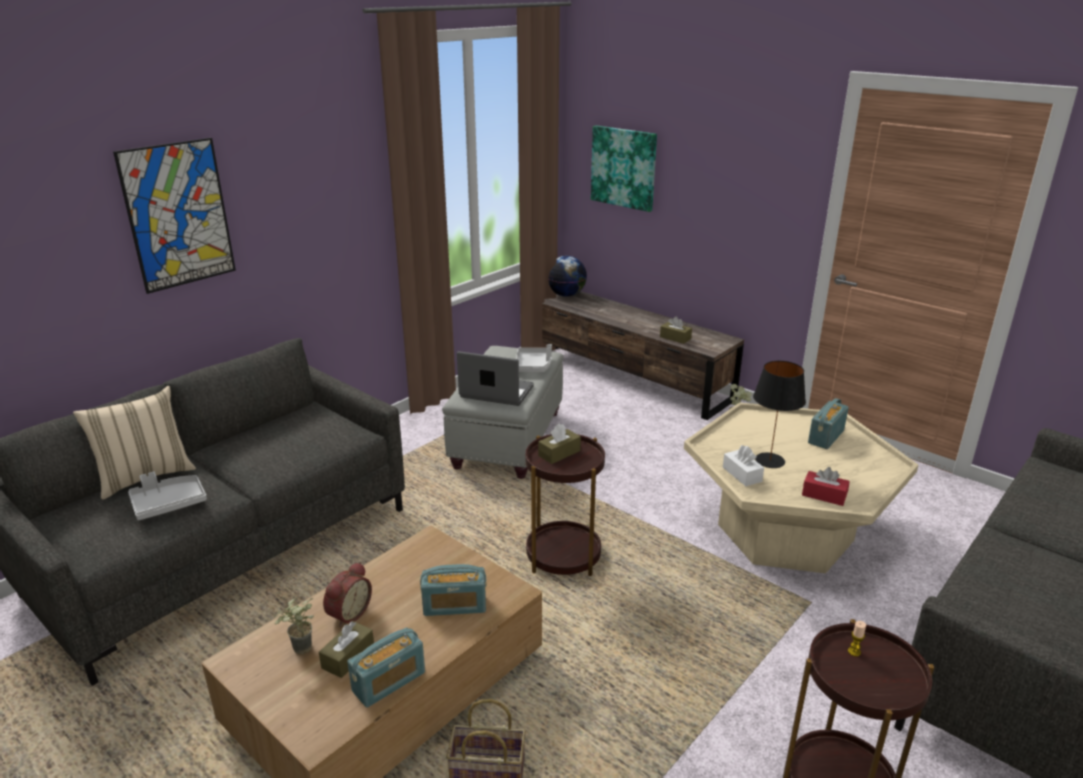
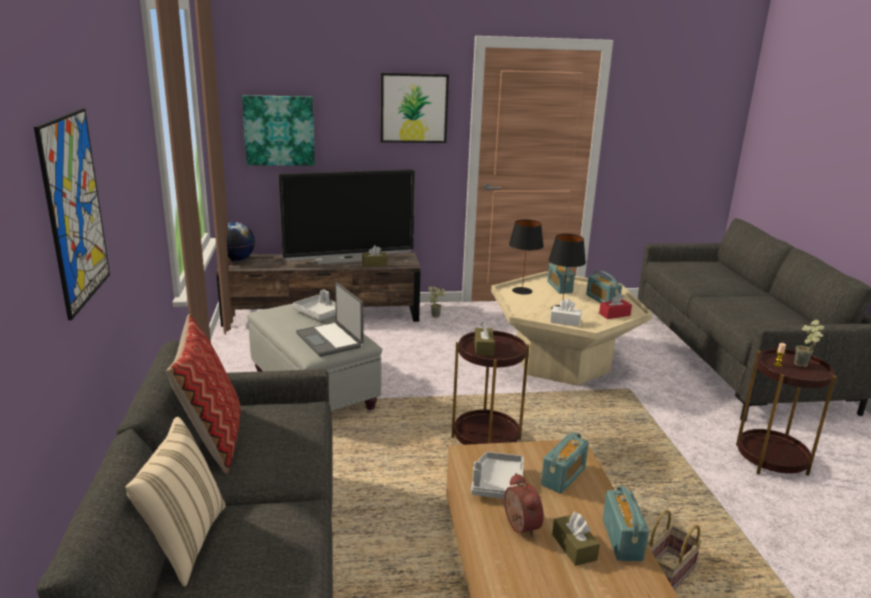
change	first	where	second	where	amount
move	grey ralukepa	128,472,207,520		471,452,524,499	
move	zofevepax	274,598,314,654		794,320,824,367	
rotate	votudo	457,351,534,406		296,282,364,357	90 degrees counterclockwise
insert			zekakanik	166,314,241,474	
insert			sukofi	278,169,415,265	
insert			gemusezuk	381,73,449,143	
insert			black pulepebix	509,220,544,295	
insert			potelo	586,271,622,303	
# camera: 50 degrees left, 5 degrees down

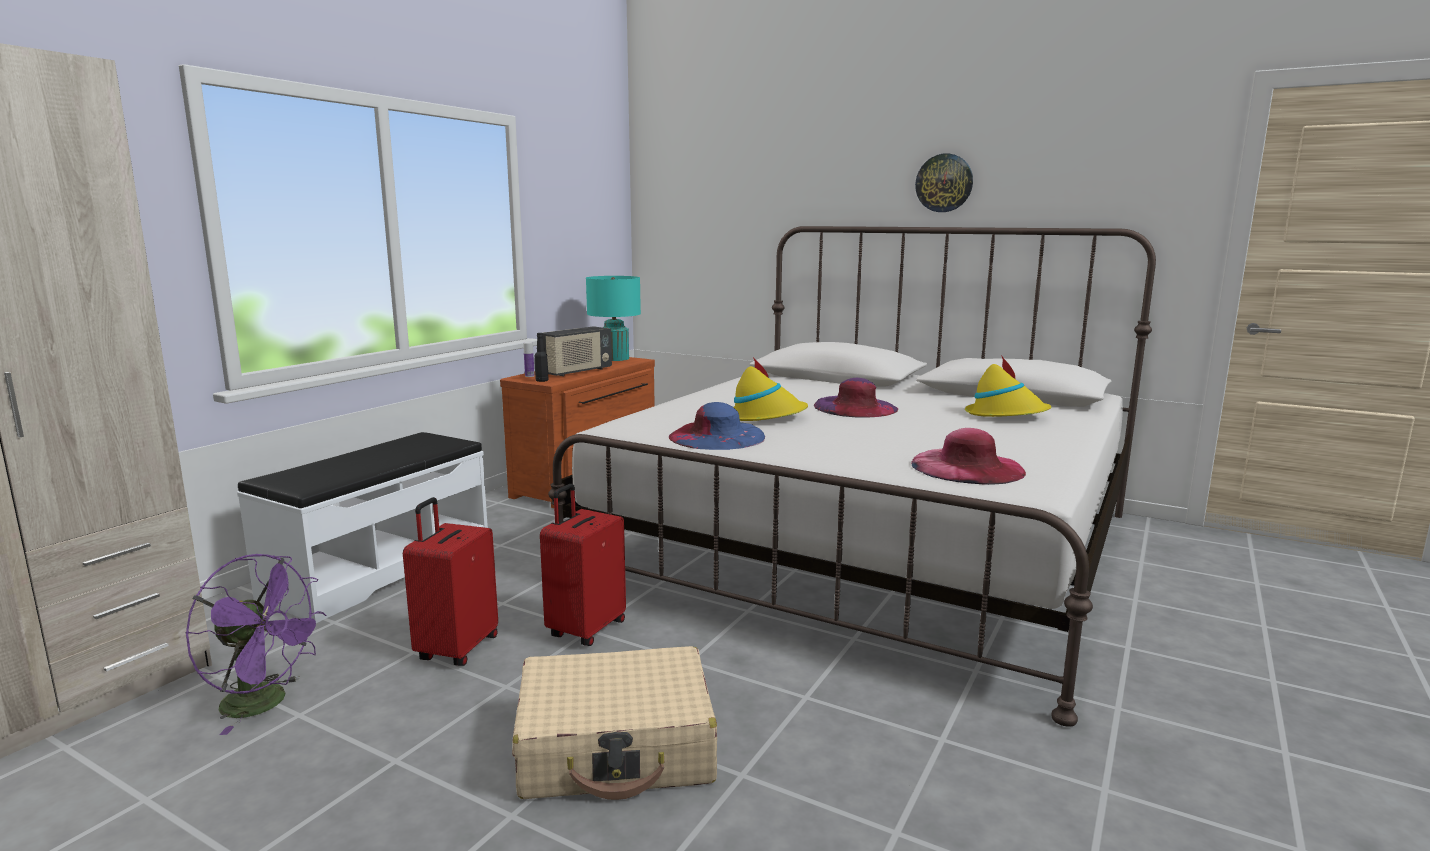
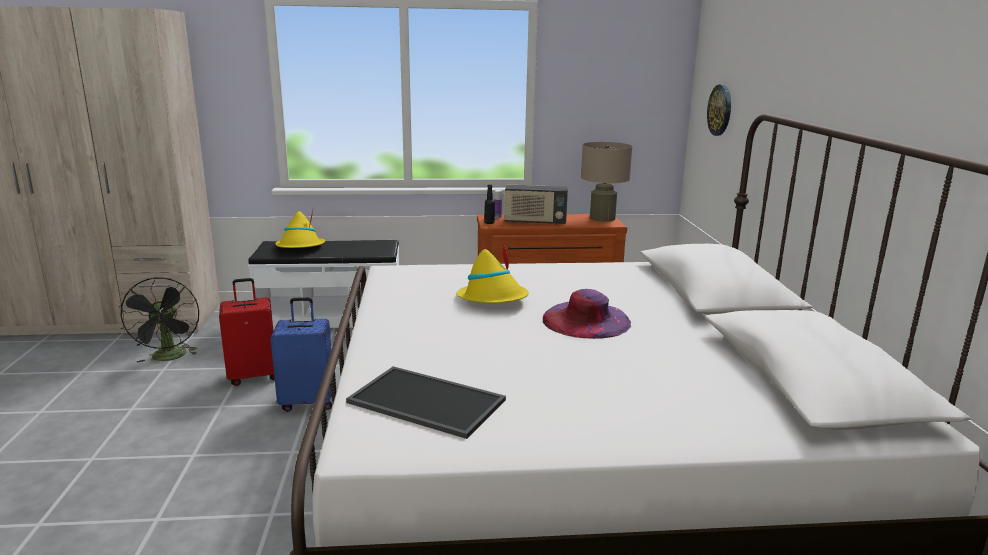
change	first	where	second	where	amount
recolor	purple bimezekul	186,554,327,735	black bimezekul	119,277,199,363	
delete	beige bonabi	512,646,717,800			
recolor	red bonabi	540,484,626,646	blue bonabi	271,297,332,412	
recolor	turquoise pulepebix	586,276,641,361	beige pulepebix	581,142,633,222	
delete	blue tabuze	669,402,765,450			
replace	pink tabuze	911,428,1026,485	ralukepa	346,366,506,439	
move	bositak	915,153,973,212		707,85,731,136	
move	yellow tabuze	965,355,1052,417		275,210,325,248	
# camera: 55 degrees right, 5 degrees up

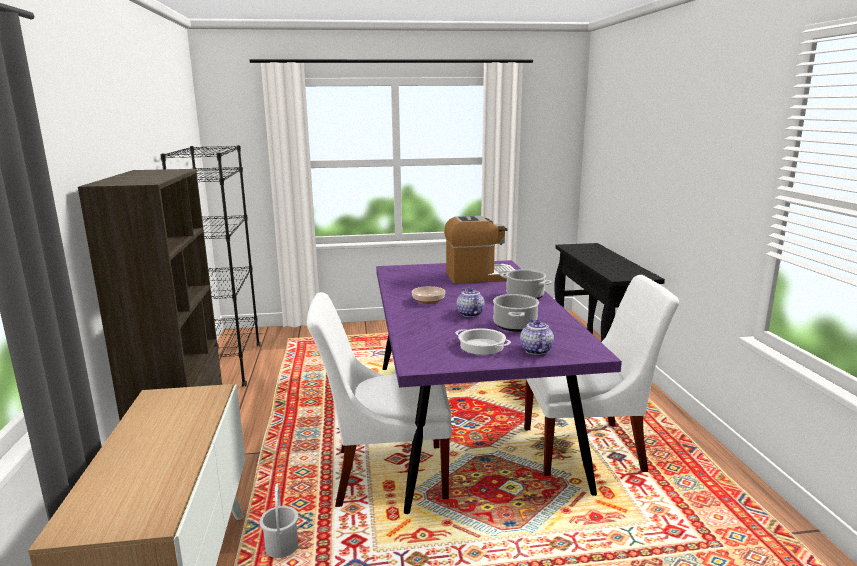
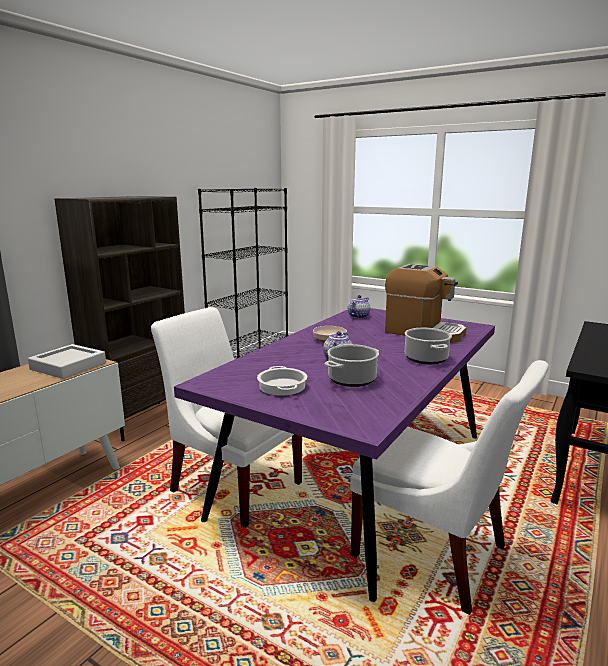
change	first	where	second	where	amount
delete	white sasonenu	260,483,299,558			
move	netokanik	520,319,554,355		348,295,370,319	
insert			grey ralukepa	28,344,106,379	
# camera: 40 degrees right, 0 degrees up

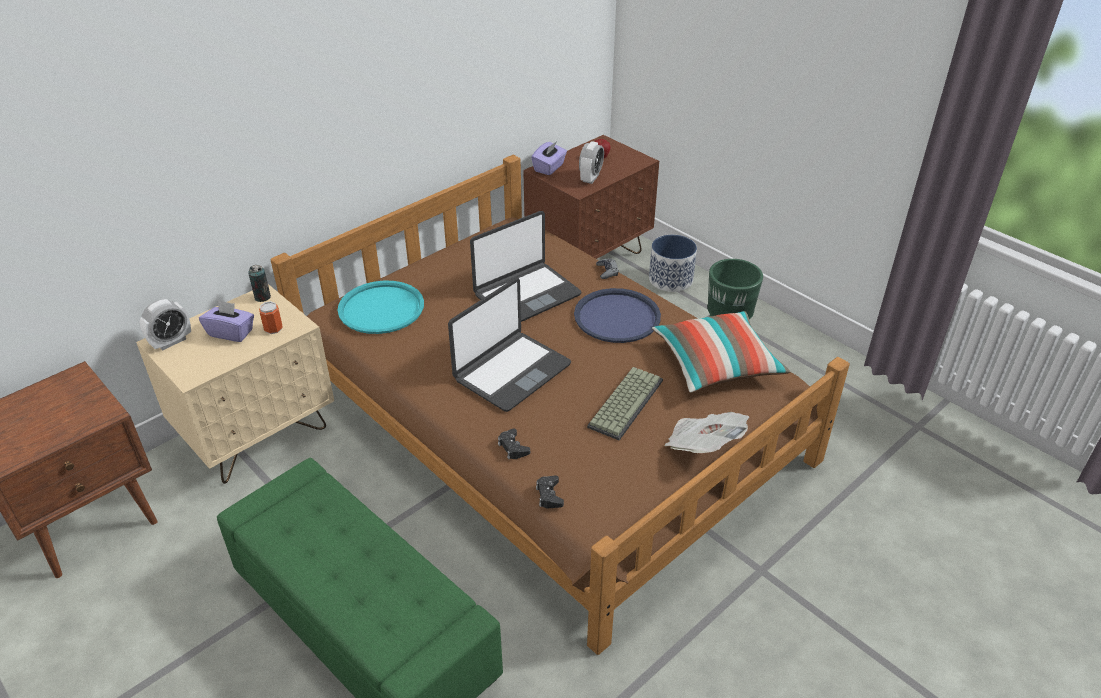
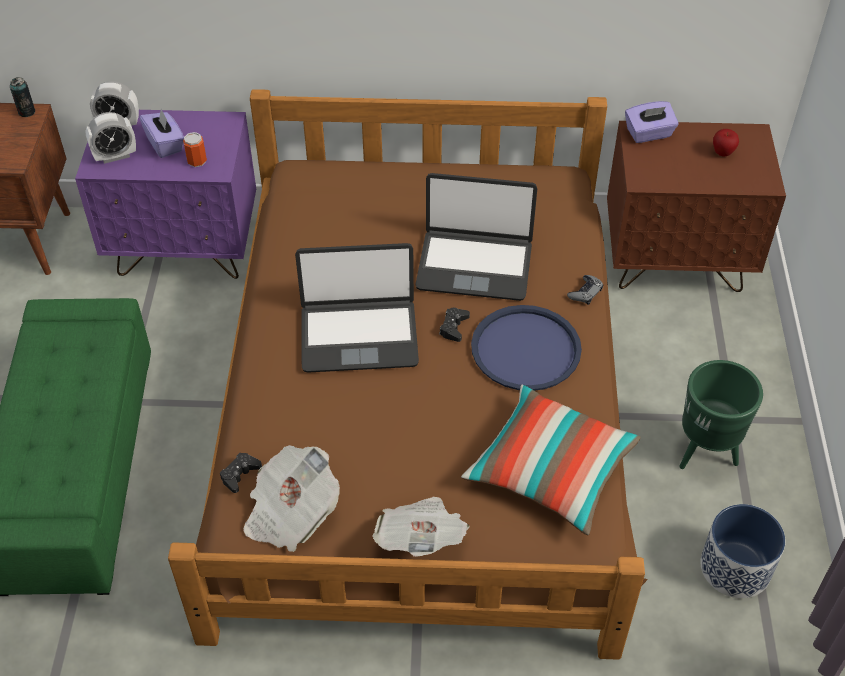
change	first	where	second	where	amount
recolor	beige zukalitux	136,284,334,484	purple zukalitux	75,110,256,279	
move	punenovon	248,265,271,302		10,77,35,117	
delete	turquoise ralukepa	337,281,424,334			
move	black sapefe	498,428,530,459		439,308,470,342	
move	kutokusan	579,141,604,184		85,112,136,164	
delete	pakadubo	587,367,663,441			
move	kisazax	649,235,697,292		700,504,785,598	
insert			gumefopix	243,445,340,552	
# camera: 45 degrees right, 10 degrees up

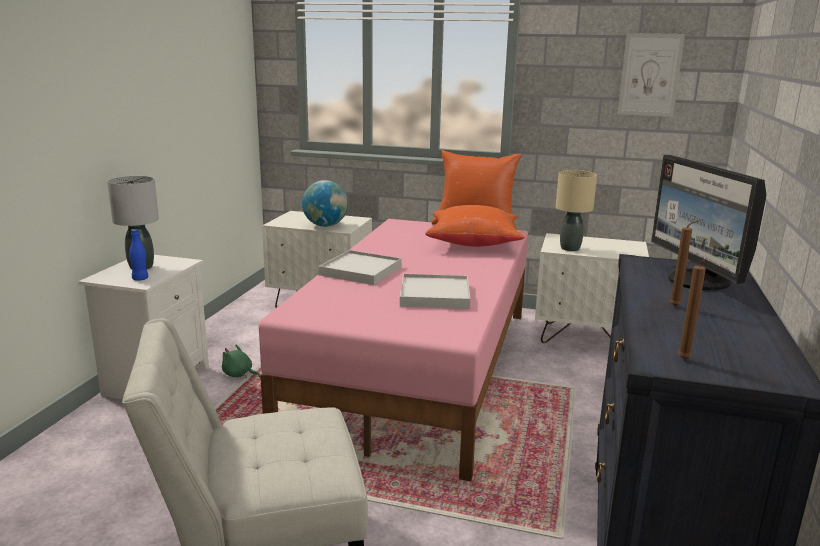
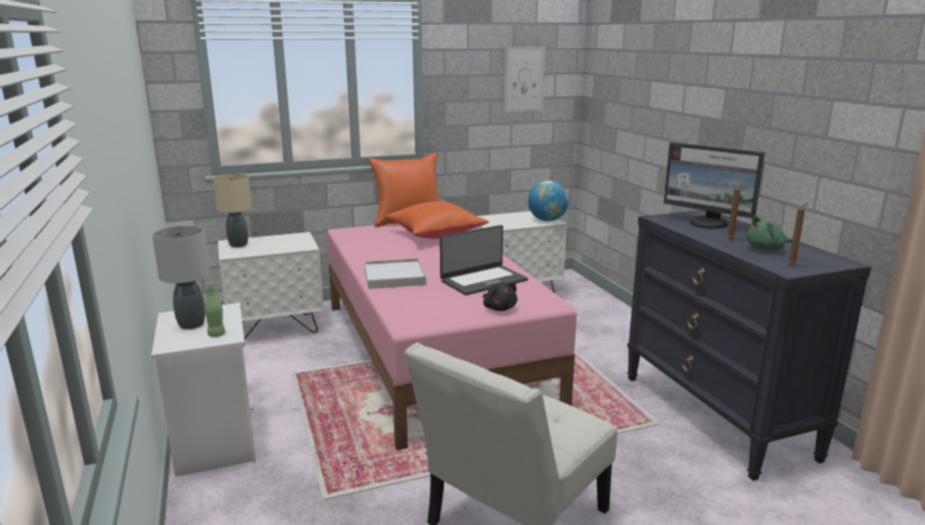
change	first	where	second	where	amount
recolor	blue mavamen	129,229,148,281	green mavamen	205,282,225,337	
move	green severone	222,345,260,378		746,216,792,251	
move	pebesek	302,180,348,227		528,181,569,221	
replace	white ralukepa	400,274,470,309	votudo	440,225,528,295	
move	beige pulepebix	556,170,597,251		213,174,252,247	
insert			black severone	483,282,518,311	
# camera: 35 degrees left, 0 degrees up

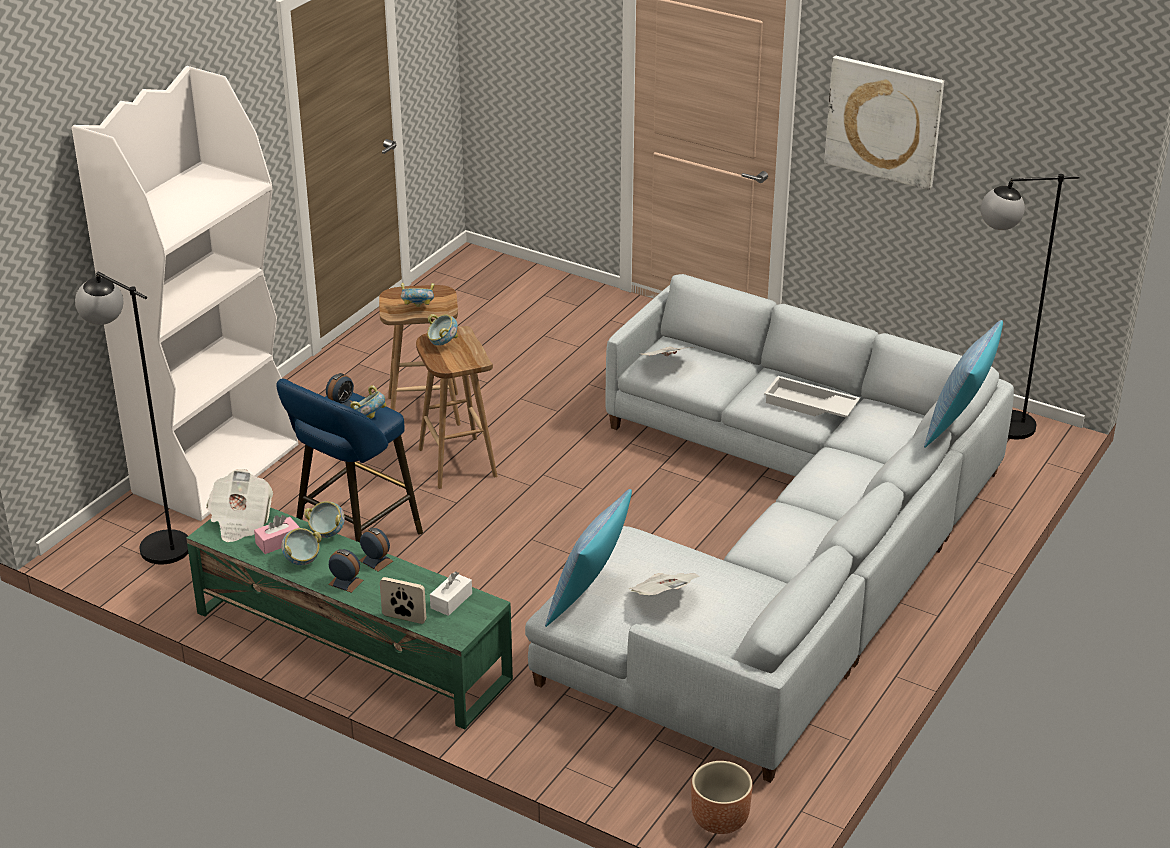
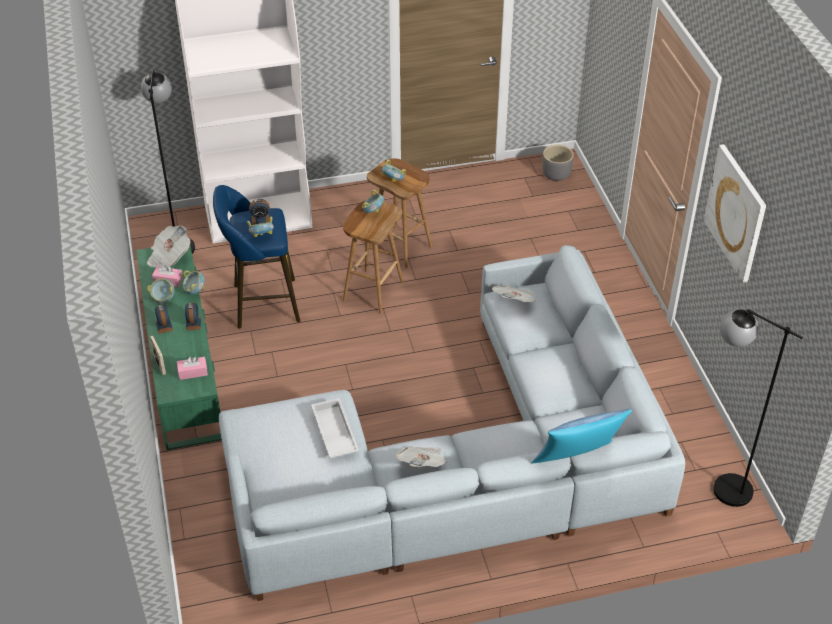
change	first	where	second	where	amount
recolor	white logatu	430,571,472,616	pink logatu	177,357,208,380	
delete	zekakanik	545,489,632,627			
move	gumefopix	629,573,700,595		396,446,447,467	
delete	brown kisazax	691,761,753,834			
move	white ralukepa	764,376,860,418		311,398,359,458	
insert			grey kisazax	542,145,574,181	
# camera: 45 degrees right, 10 degrees up

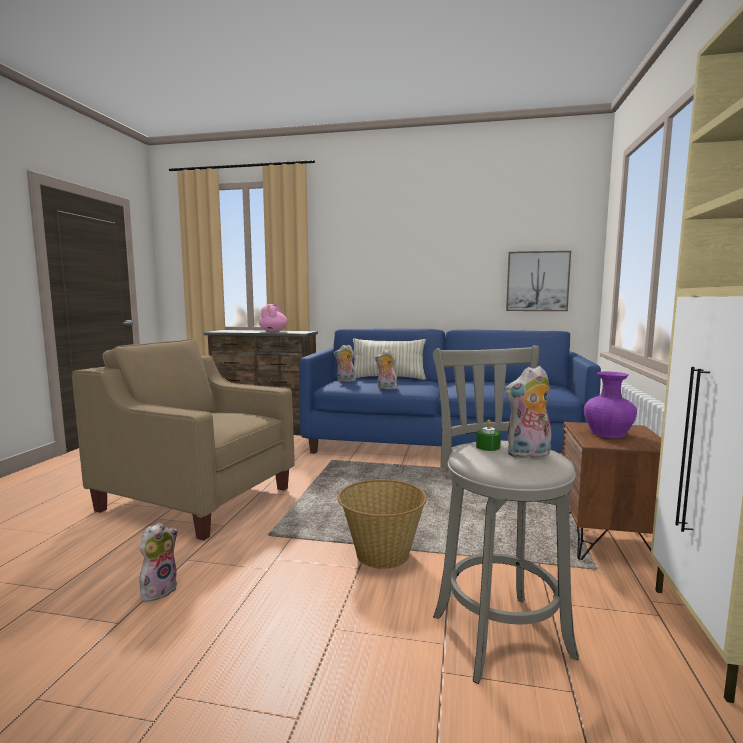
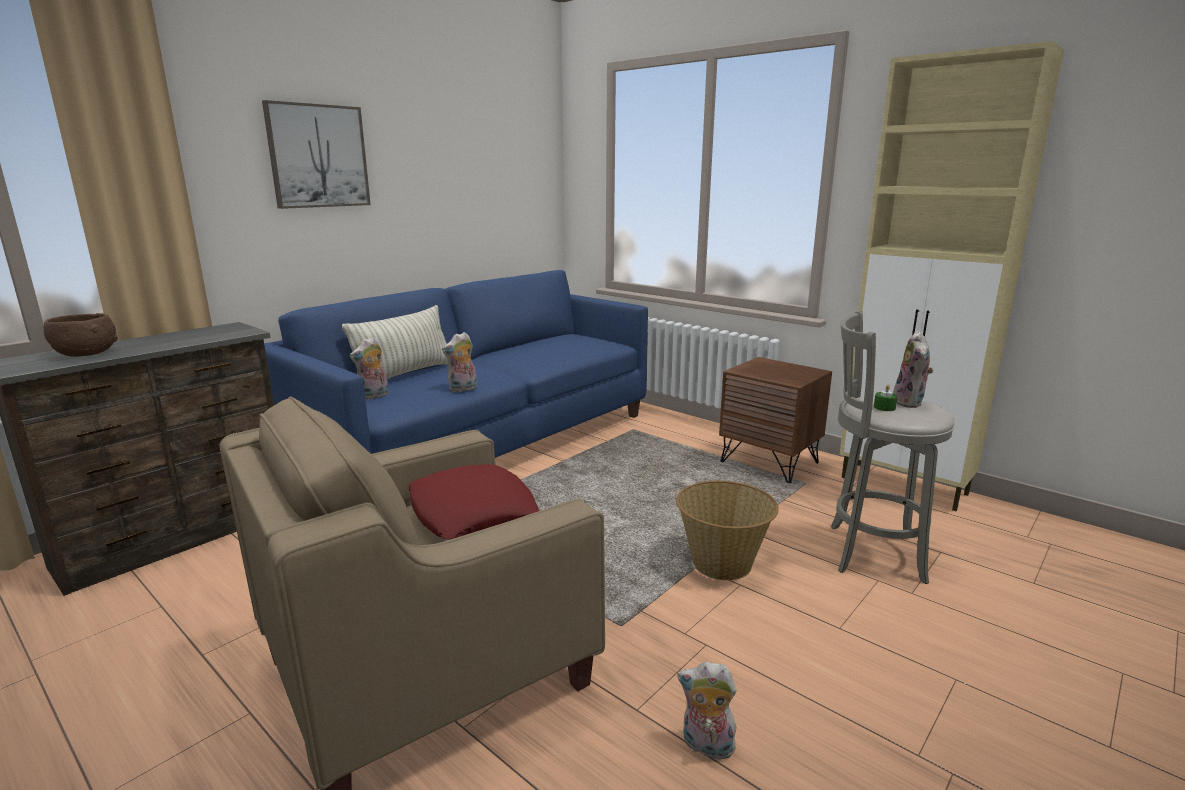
change	first	where	second	where	amount
rotate	severone	139,523,178,602		677,662,737,759	45 degrees counterclockwise
delete	pink netokanik	259,304,288,332			
move	gemusezuk	506,251,571,311		262,100,371,209	
delete	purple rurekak	584,372,637,438			
insert			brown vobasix	44,313,118,357	
insert			red zekakanik	409,464,539,540	
# camera: 60 degrees left, 10 degrees up

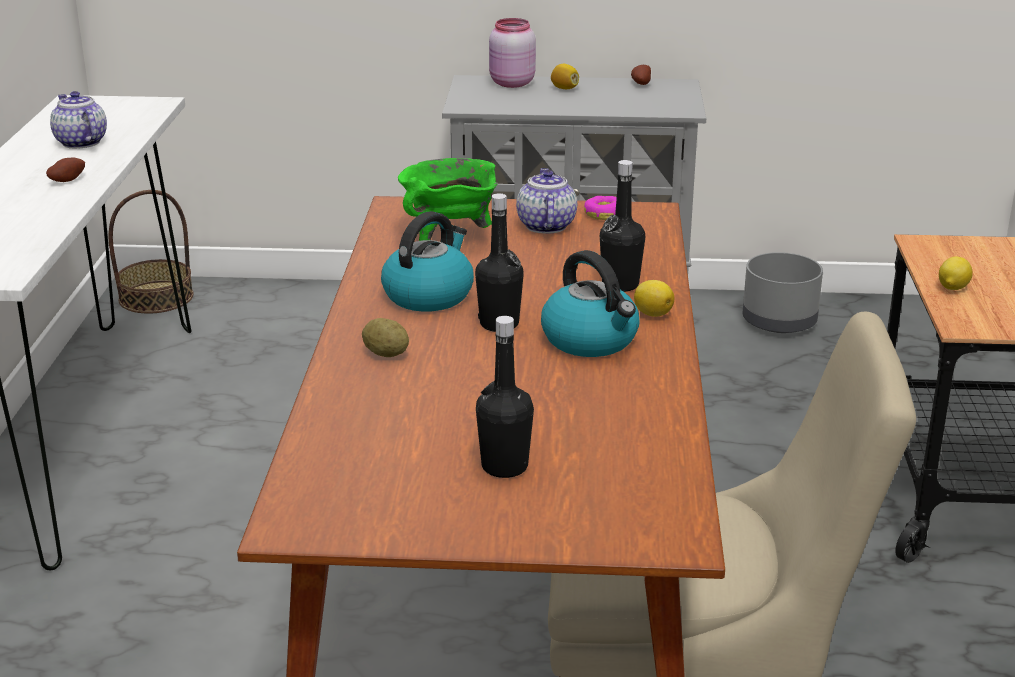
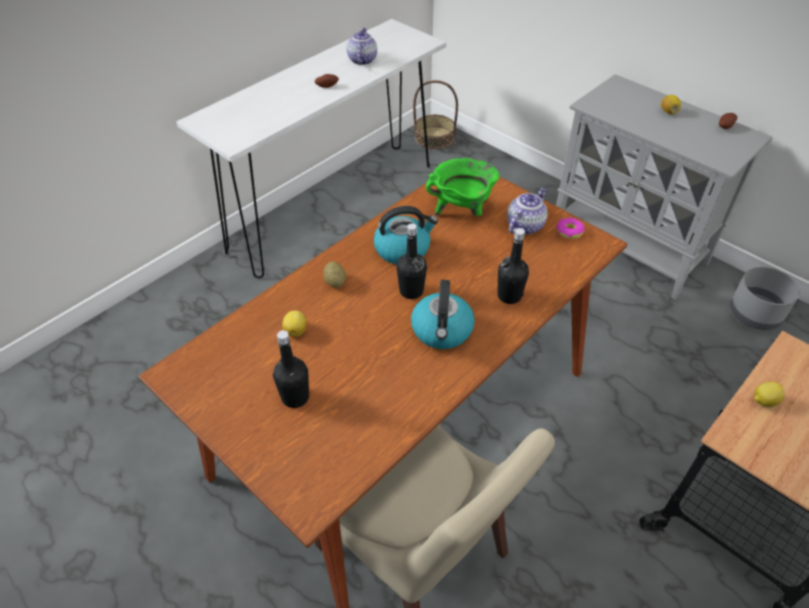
change	first	where	second	where	amount
delete	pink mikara	489,18,536,88			
move	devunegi	634,280,674,317		282,311,306,337	
# camera: 40 degrees right, 20 degrees up

